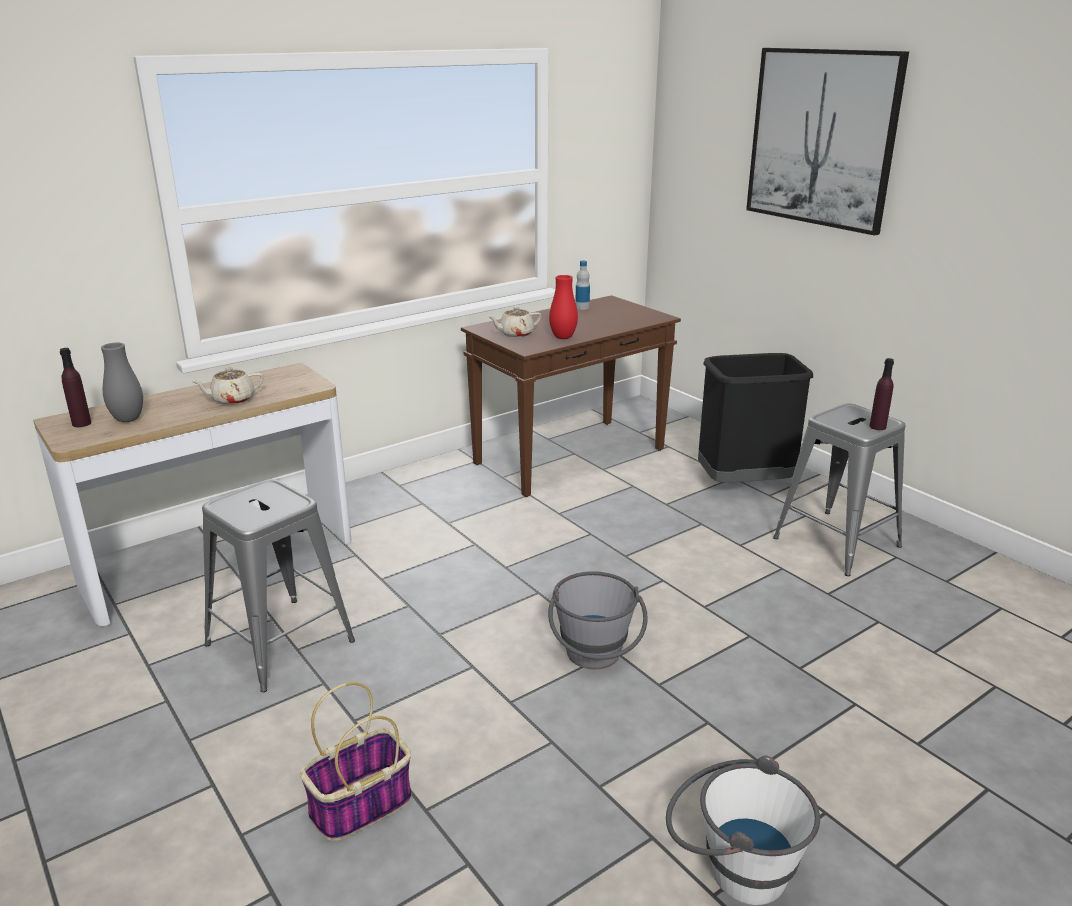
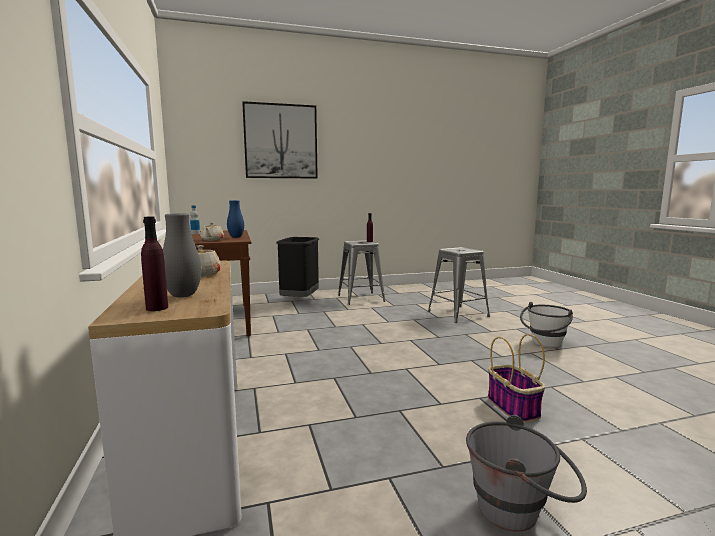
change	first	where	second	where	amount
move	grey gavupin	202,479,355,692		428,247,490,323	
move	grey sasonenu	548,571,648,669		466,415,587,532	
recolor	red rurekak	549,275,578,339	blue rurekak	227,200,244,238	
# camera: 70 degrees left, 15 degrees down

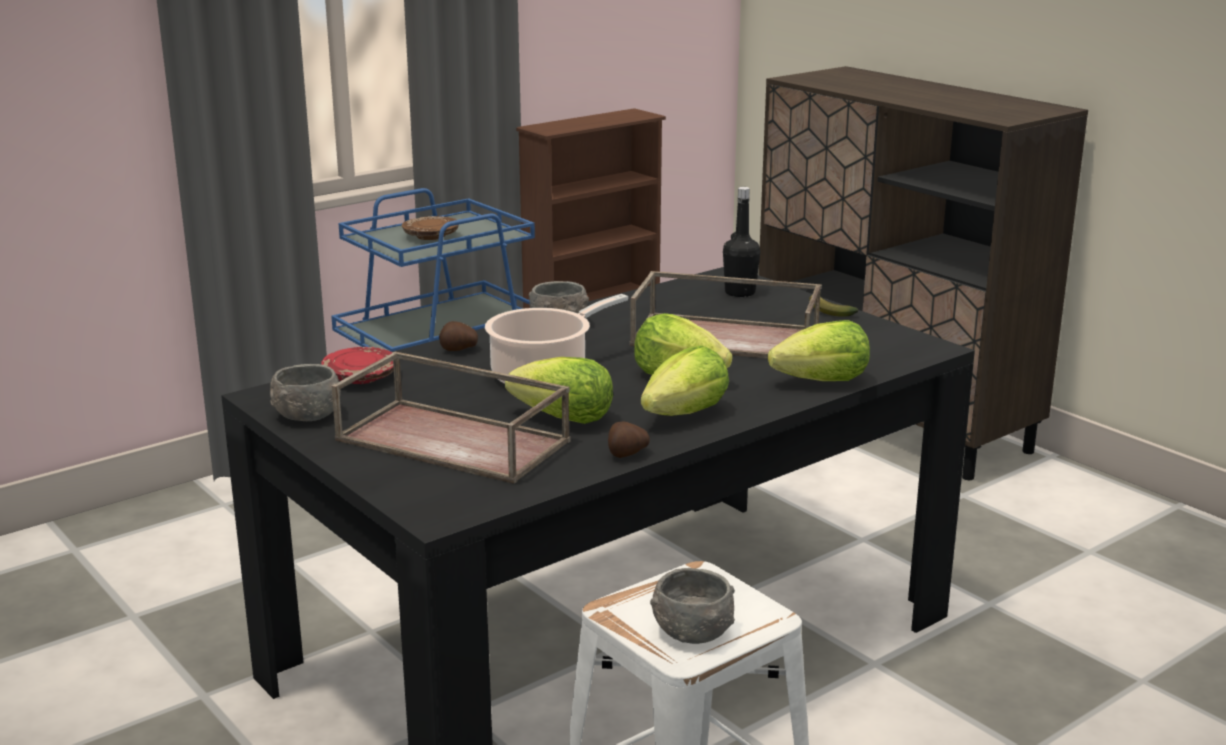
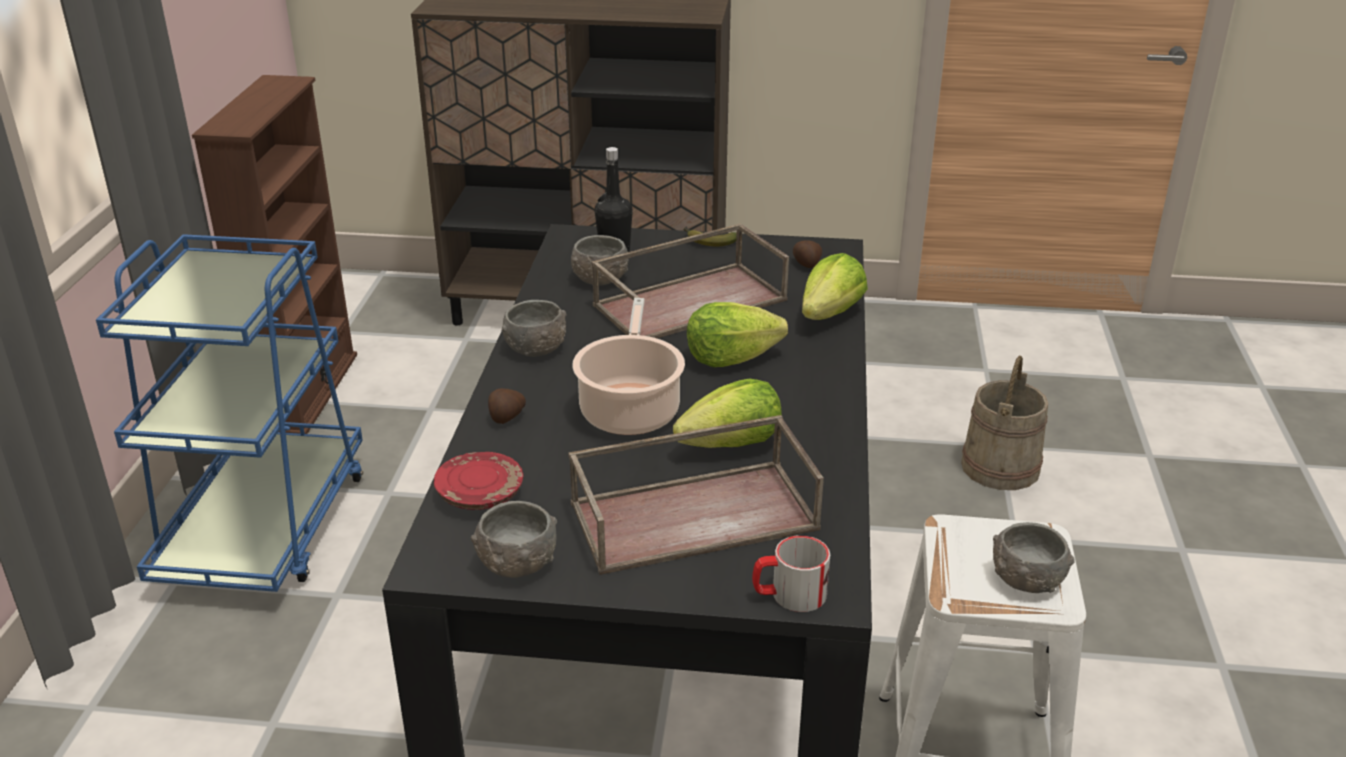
change	first	where	second	where	amount
delete	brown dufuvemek	402,216,459,240			
move	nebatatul	608,422,650,458		793,240,822,268	
delete	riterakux	641,345,729,416			
insert			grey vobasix	571,235,628,286	
insert			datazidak	752,535,830,612	
insert			beige sasonenu	961,356,1048,490	
# camera: 45 degrees left, 10 degrees up

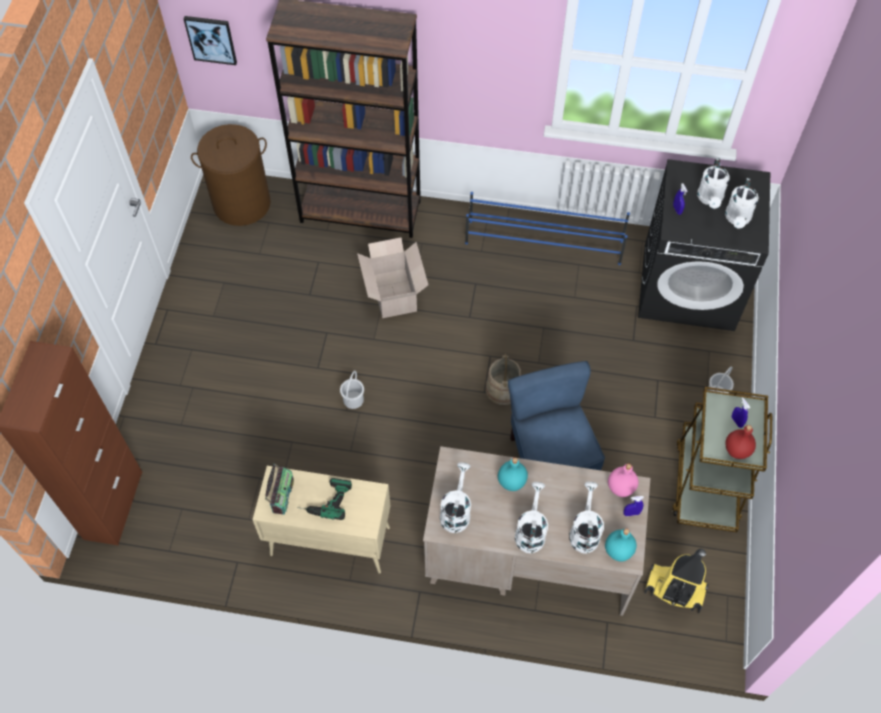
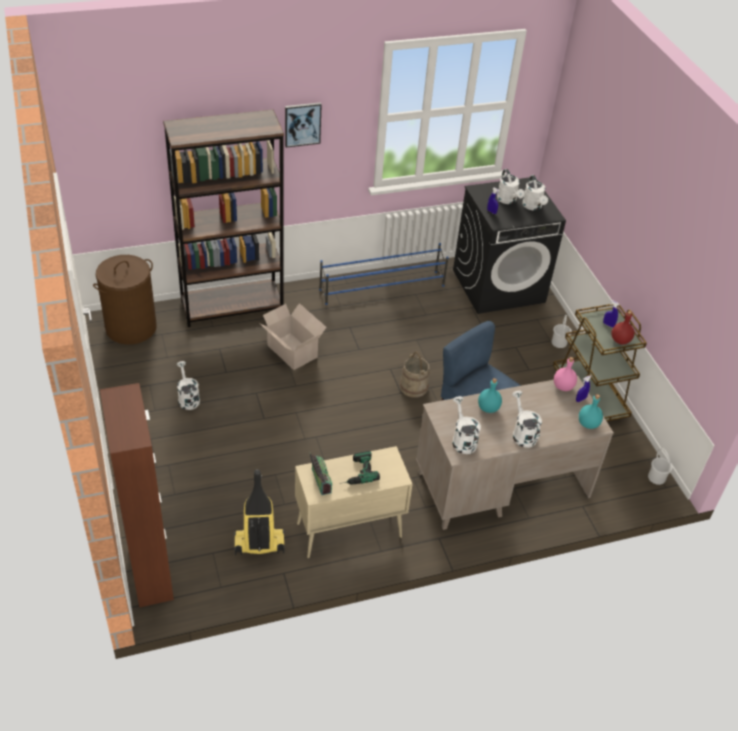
change	first	where	second	where	amount
move	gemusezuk	184,16,237,65		285,102,322,148	
move	white sasonenu	340,371,364,409		648,448,672,485	
move	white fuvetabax	569,482,604,553		177,361,200,410	
move	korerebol	644,549,708,614		234,469,285,556	
# camera: 30 degrees left, 15 degrees down

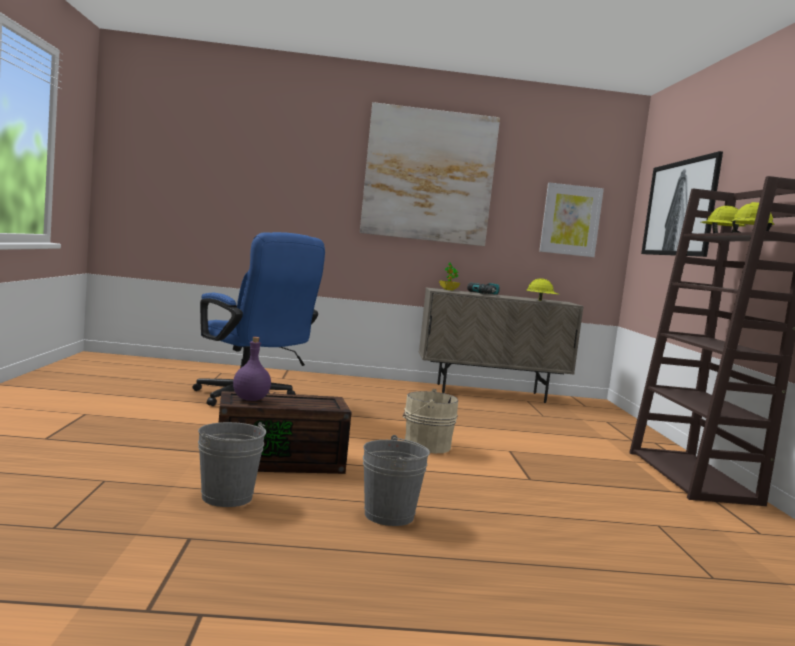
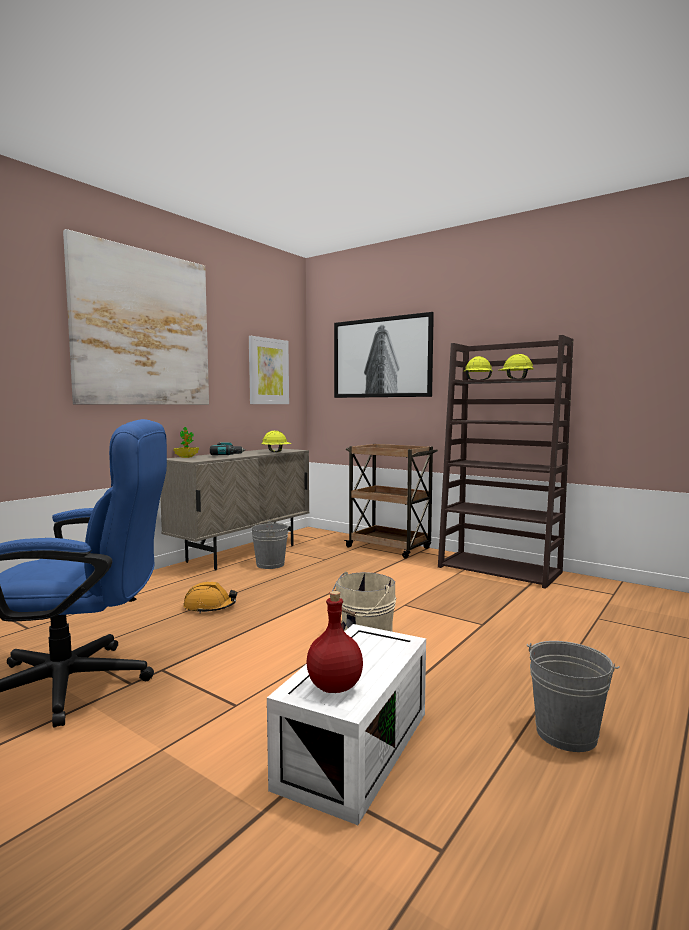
change	first	where	second	where	amount
move	grey sasonenu	198,422,266,507		251,521,289,569	
recolor	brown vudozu	219,391,352,474	white vudozu	267,624,426,825	
recolor	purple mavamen	233,337,271,401	red mavamen	307,591,363,693	
insert			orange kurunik	183,582,237,614	
insert			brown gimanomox	344,444,438,558	
# camera: 50 degrees left, 0 degrees up

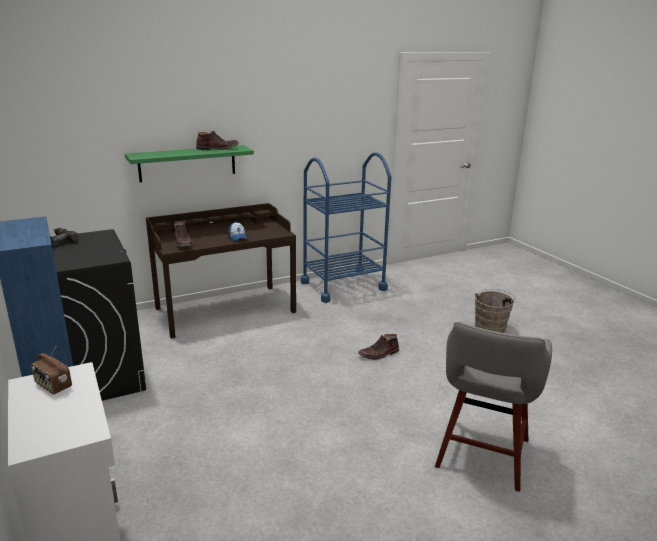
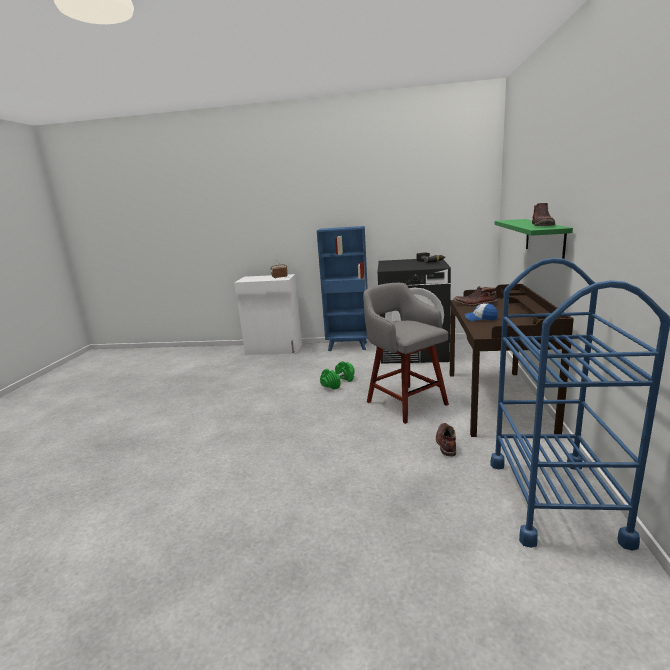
change	first	where	second	where	amount
move	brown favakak	358,334,399,360		436,423,456,456	
move	grey gavupin	435,322,552,492		363,283,449,424	
delete	brown sasonenu	474,289,517,333			
insert			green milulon	320,361,355,390	
# camera: 125 degrees right, 5 degrees down

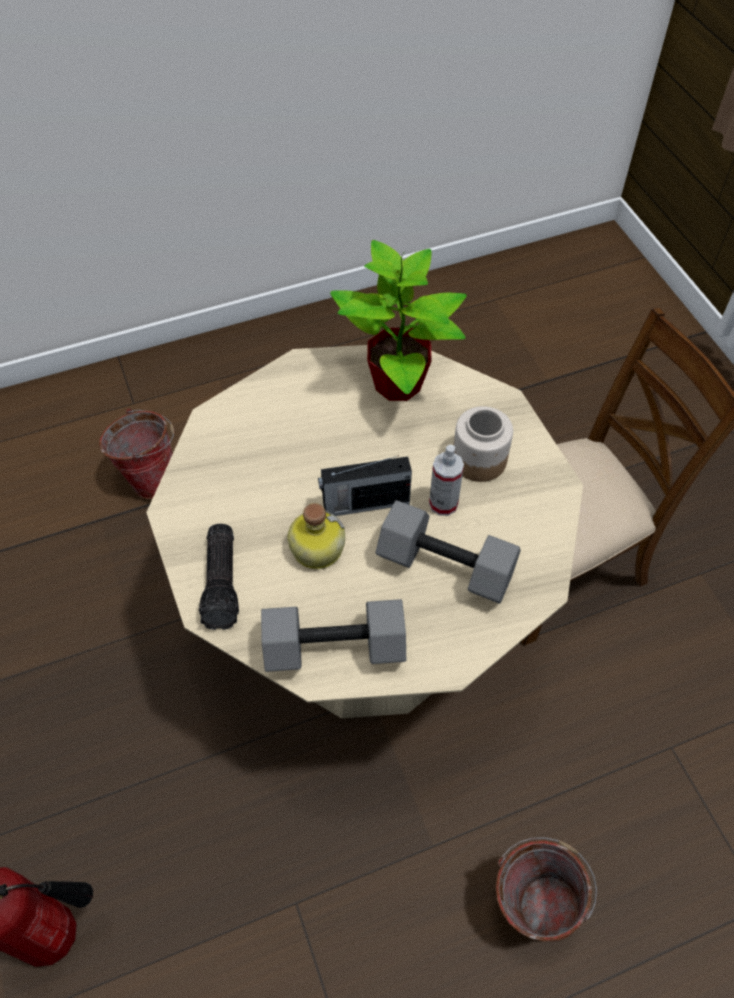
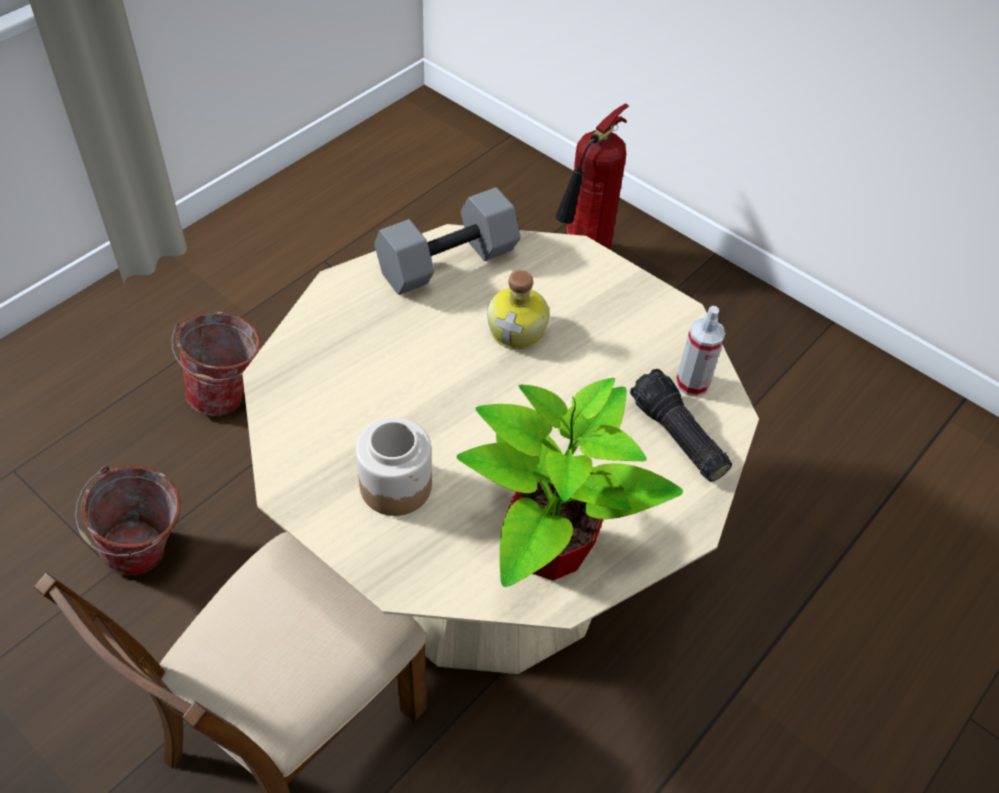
change	first	where	second	where	amount
move	sasonenu	99,408,174,499		75,465,181,576	
move	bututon	199,524,239,630		630,369,732,482	
delete	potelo	318,455,412,516			
delete	grey milulon	376,500,521,604			
move	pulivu	429,445,464,516		676,306,726,397	
# camera: 150 degrees right, 5 degrees down

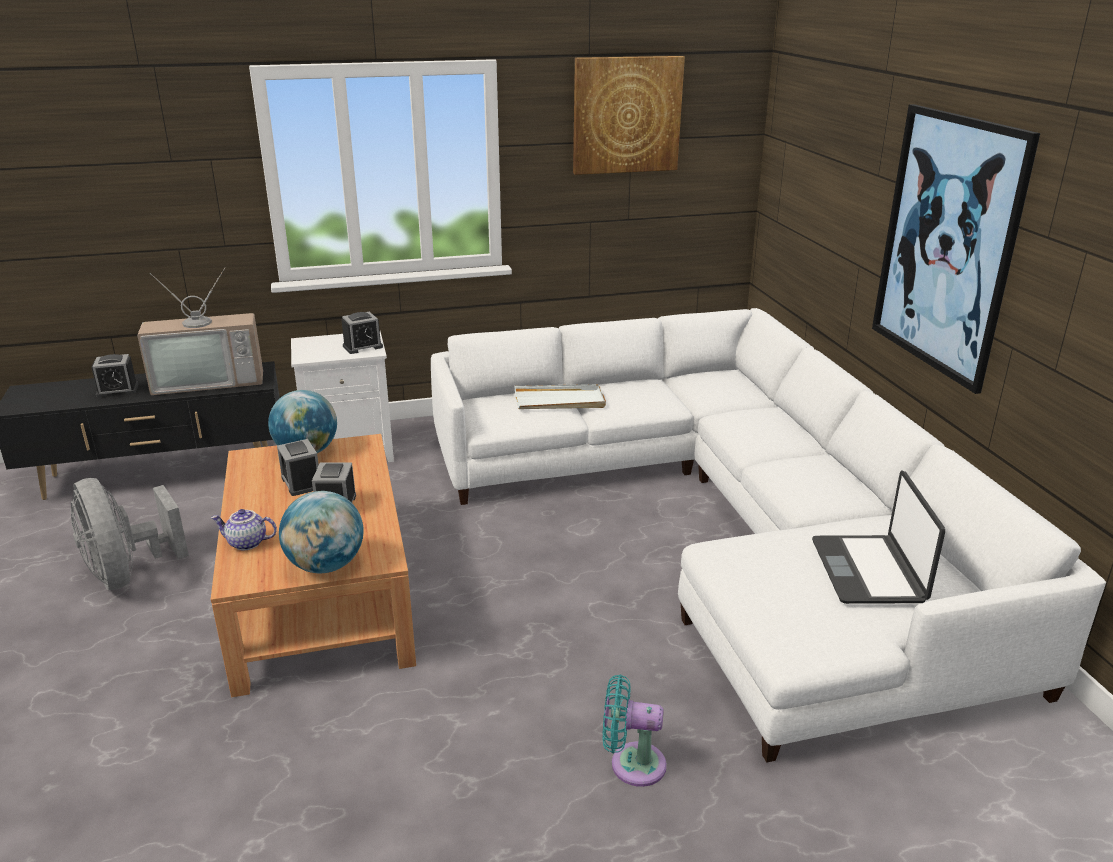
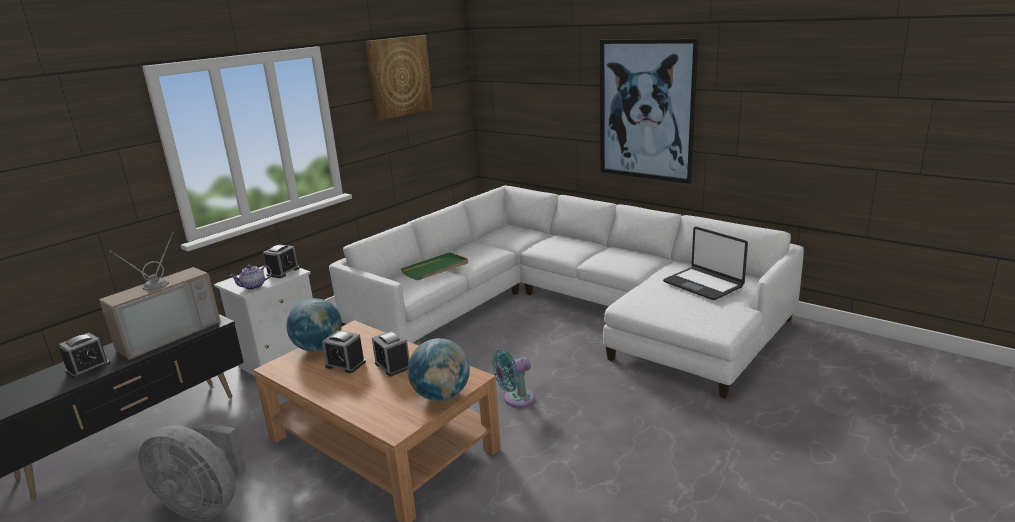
change	first	where	second	where	amount
move	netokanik	211,509,277,550		229,265,272,290	
recolor	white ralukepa	515,384,606,409	green ralukepa	401,252,468,280	
move	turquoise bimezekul	603,674,667,787		492,350,535,407	
# camera: 35 degrees left, 5 degrees down

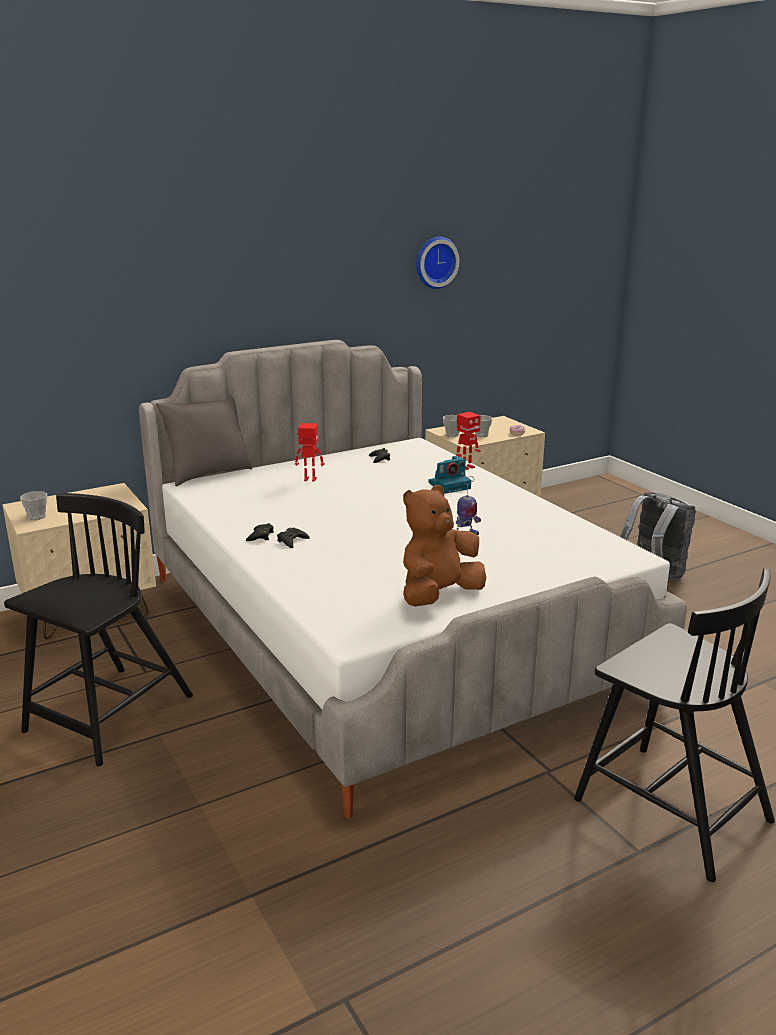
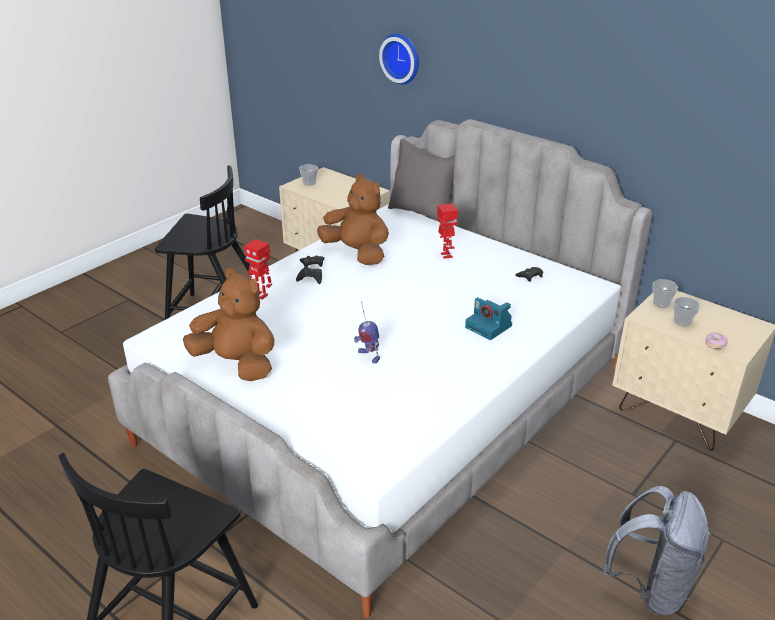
change	first	where	second	where	amount
move	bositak	416,237,459,289		379,34,419,84	
move	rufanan	456,412,481,470		244,239,272,300	
insert			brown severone	317,174,389,265	
# camera: 70 degrees right, 10 degrees up

